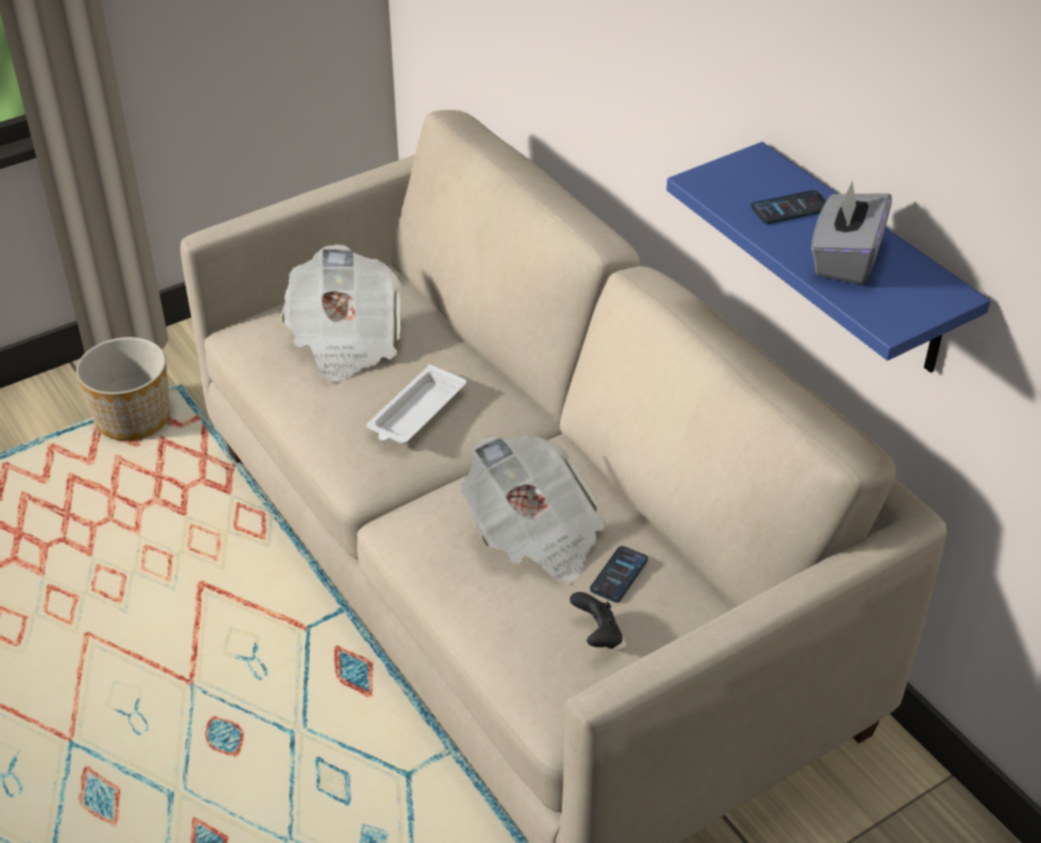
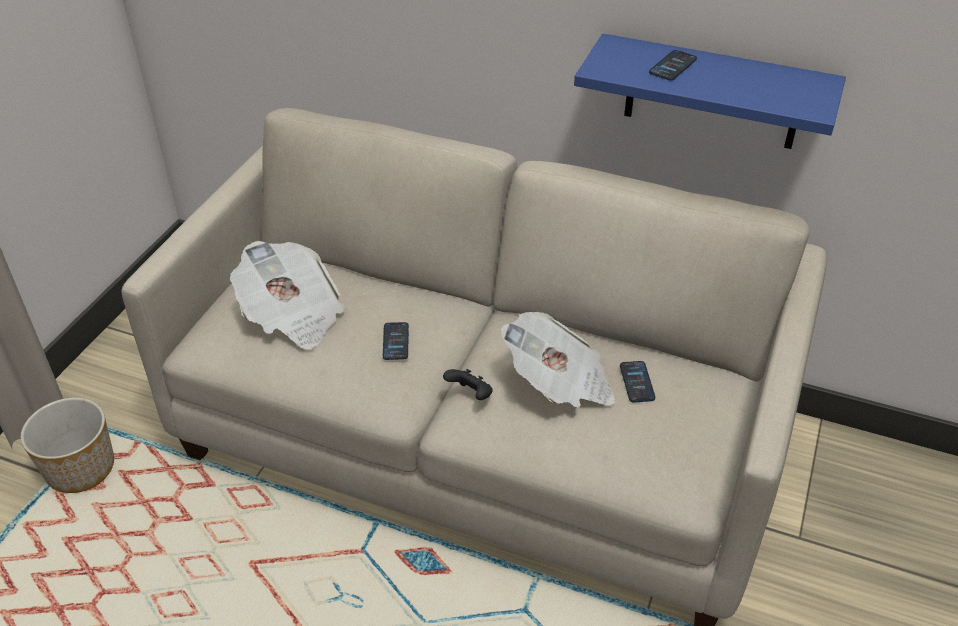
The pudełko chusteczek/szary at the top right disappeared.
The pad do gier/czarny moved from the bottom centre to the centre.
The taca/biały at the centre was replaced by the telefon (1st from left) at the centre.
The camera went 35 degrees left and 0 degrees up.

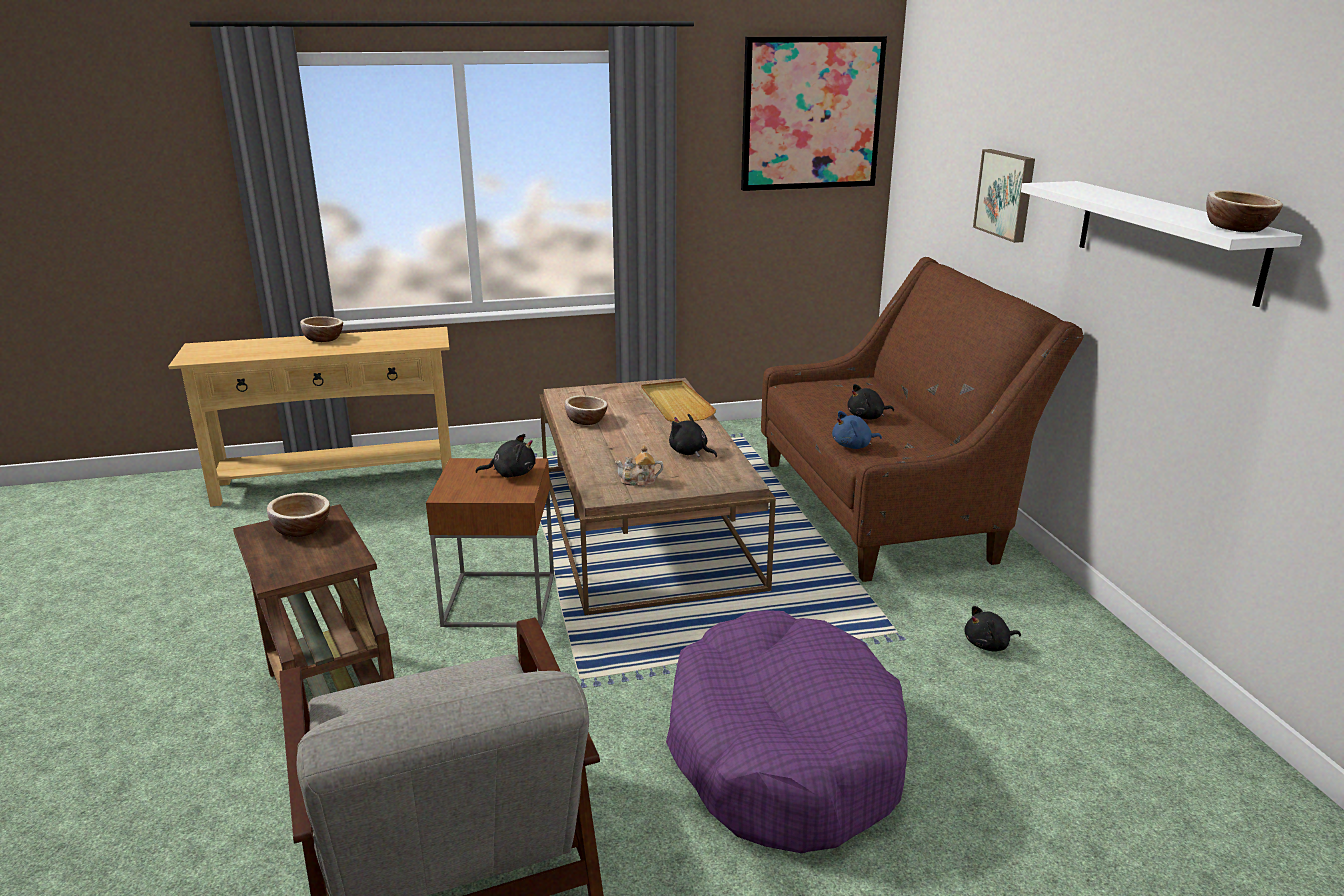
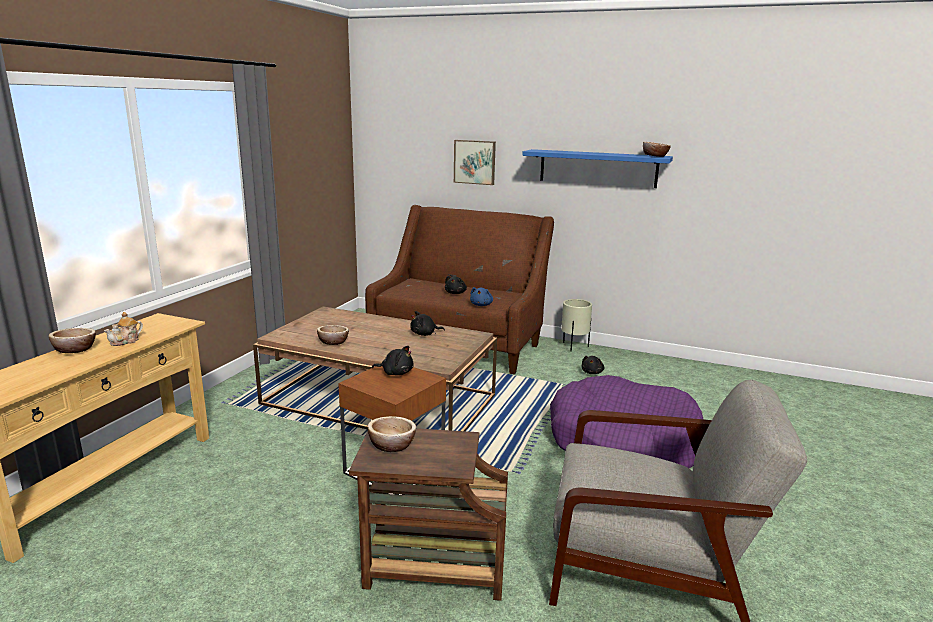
The taca/beżowy at the centre disappeared.
The obraz (1st from left) at the top centre disappeared.
The donica/beżowy at the centre appeared.
The imbryk moved from the centre to the middle left.
The półka/biały at the top right became the półka/niebieski at the top centre.
The pluszak/czarny (1st from left) at the centre turned 75 degrees clockwise.
The camera went 55 degrees left and 5 degrees down.

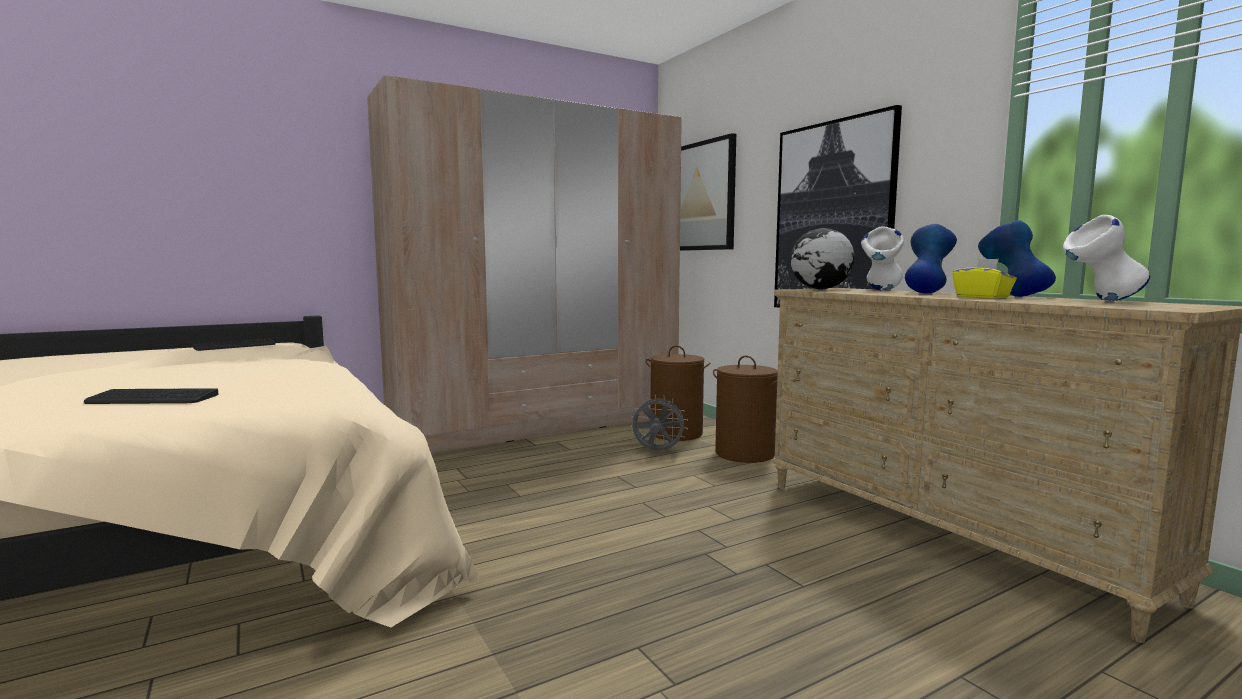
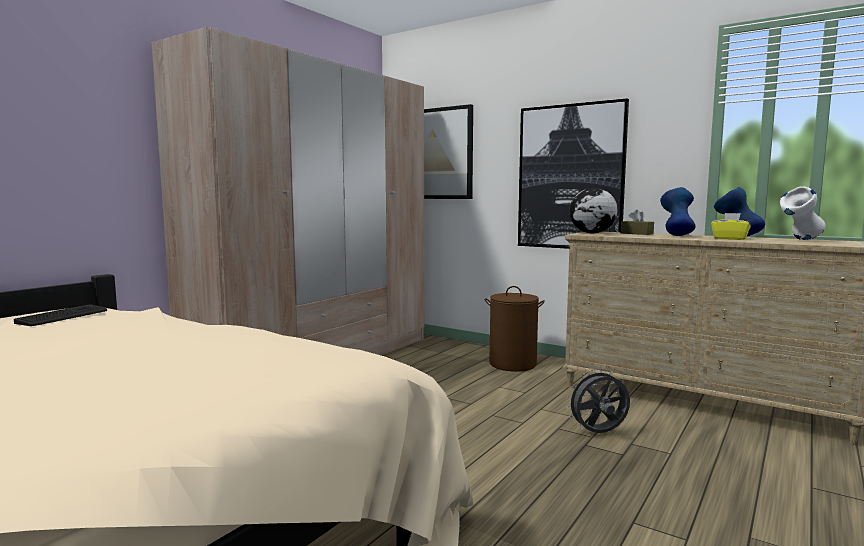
The klawiatura (1st from left) at the middle left disappeared.
The kosz na pranie/brązowy (1st from left) at the centre disappeared.
The wentylator/szary moved from the centre to the bottom right.
The wazon/biały (1st from left) at the middle right was replaced by the pudełko chusteczek/brązowy at the middle right.
The camera went 25 degrees left and 0 degrees up.

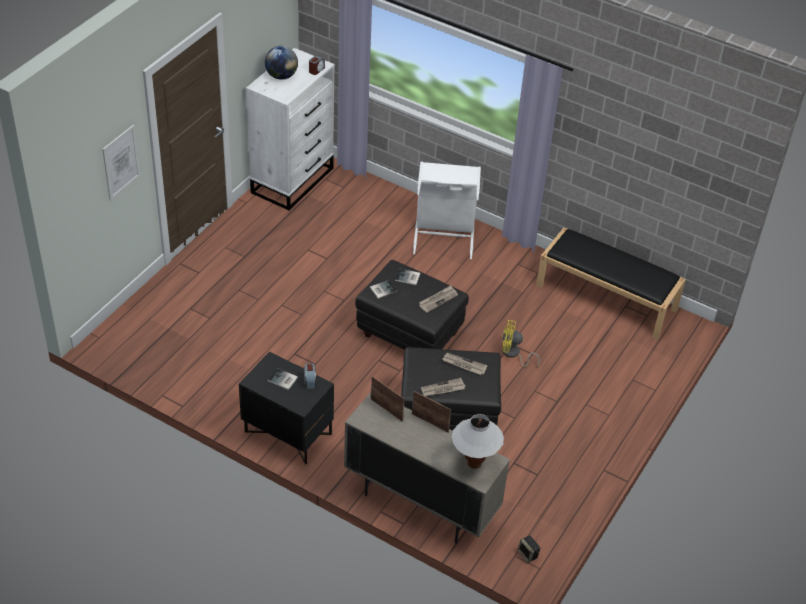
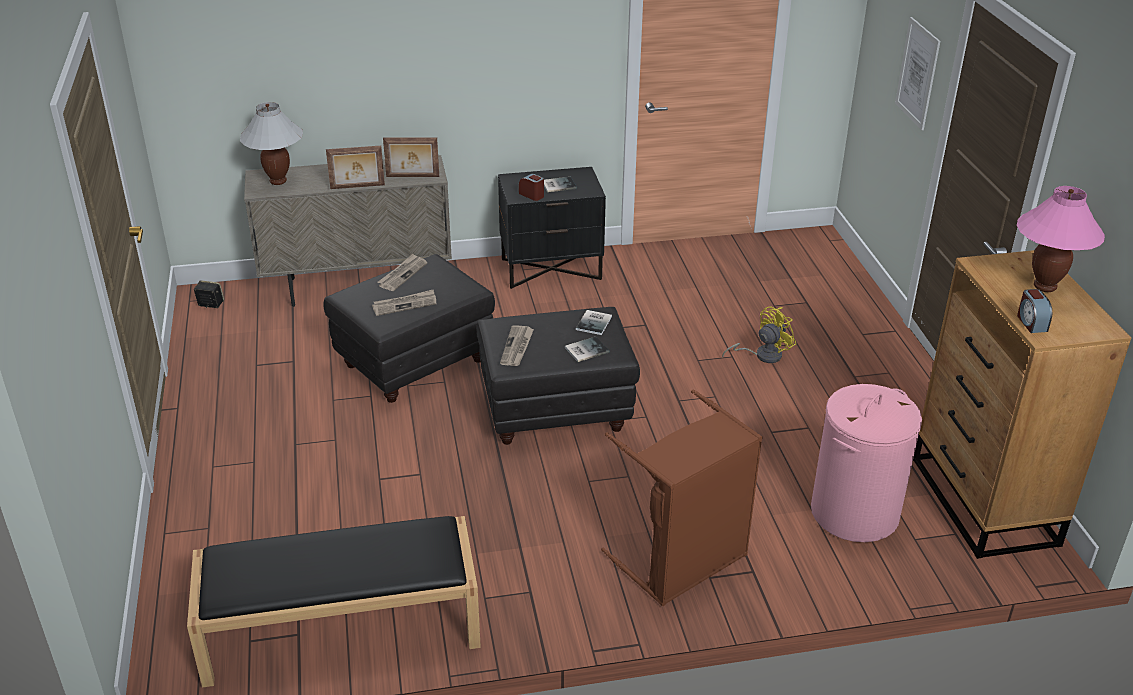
The kosz na pranie/różowy at the middle right appeared.
The wentylator/żółty moved from the centre to the middle right.
The globus at the top centre was replaced by the lampa stołowa/różowy at the middle right.
The komoda/biały at the top centre became the komoda/brązowy at the middle right.
The kosz na pranie/biały at the centre became the kosz na pranie/brązowy at the bottom centre.
The camera went 140 degrees right and 10 degrees down.

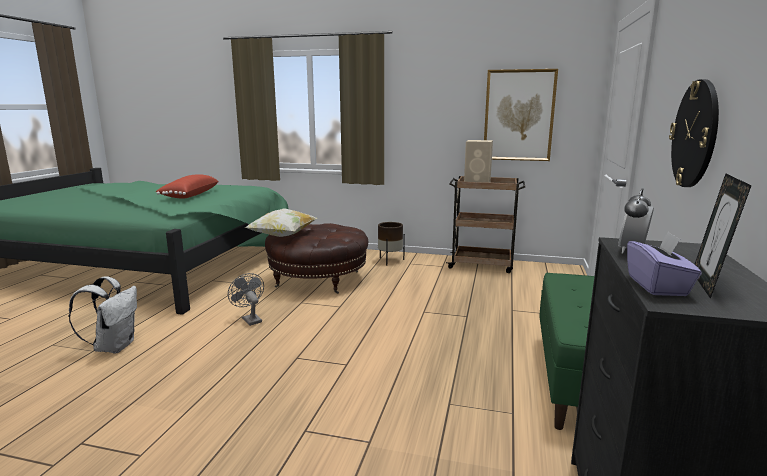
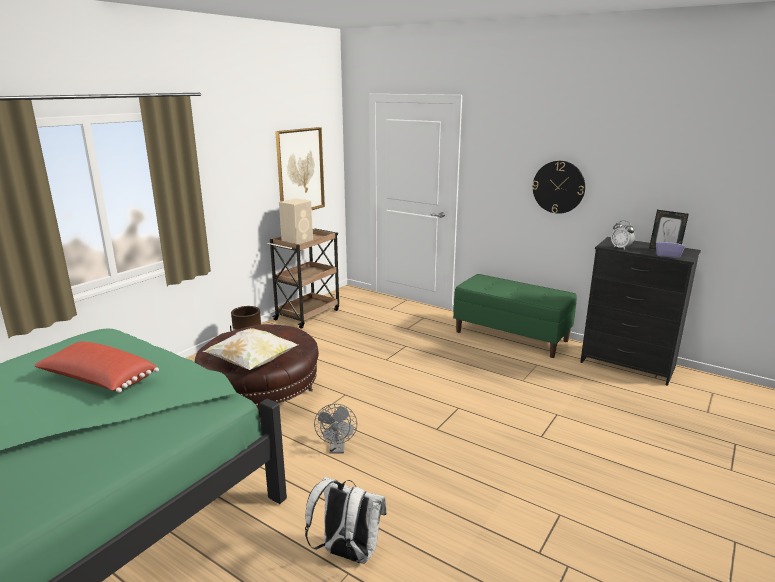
The wentylator/szary at the middle left turned 75 degrees counterclockwise.
The camera went 70 degrees left and 5 degrees up.

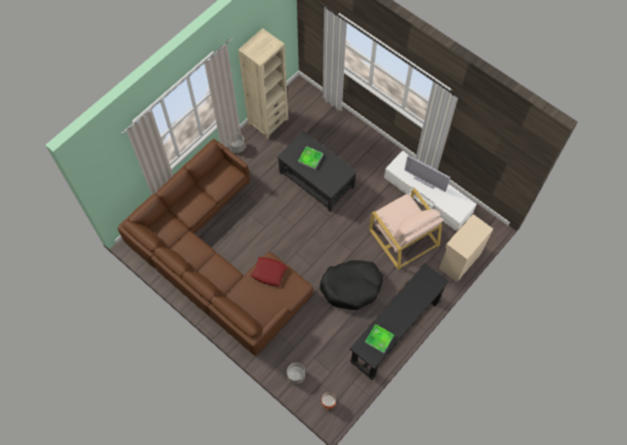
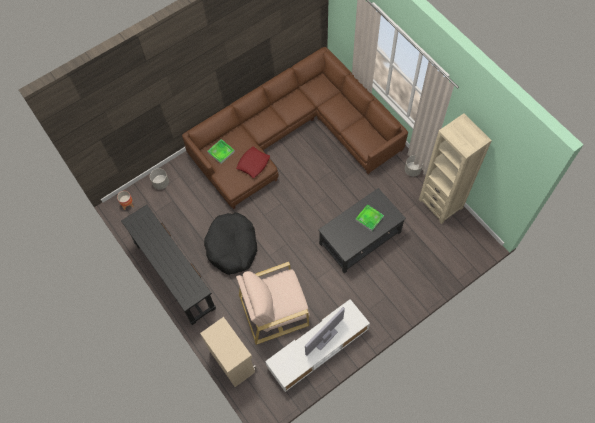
The taca (2nd from left in the first image) moved from the bottom centre to the centre.
The camera went 105 degrees right and 0 degrees up.

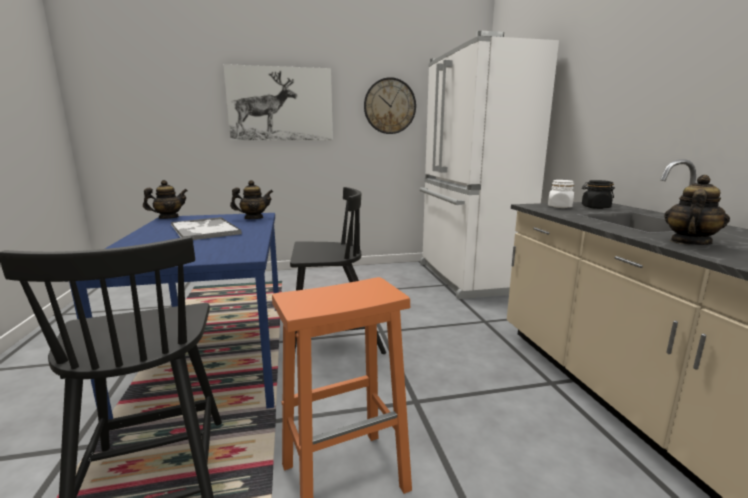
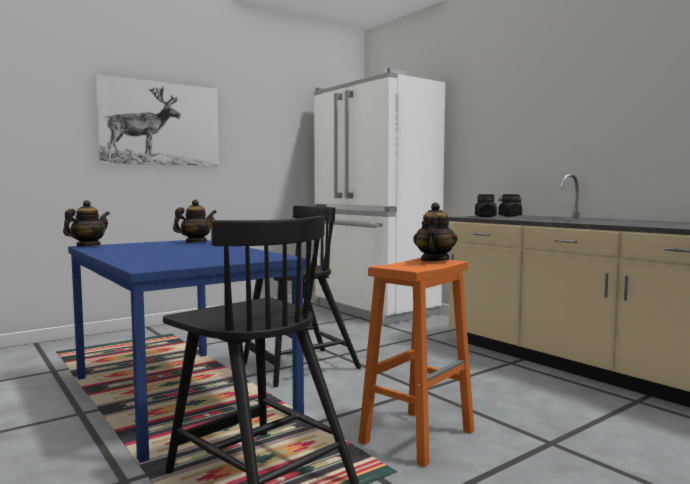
The taca at the middle left disappeared.
The zegar ścienny at the top centre disappeared.
The imbryk (3rd from left) moved from the middle right to the centre.
The słoik/biały at the middle right became the słoik/czarny (1st from left) at the middle right.
The camera went 25 degrees left and 10 degrees down.

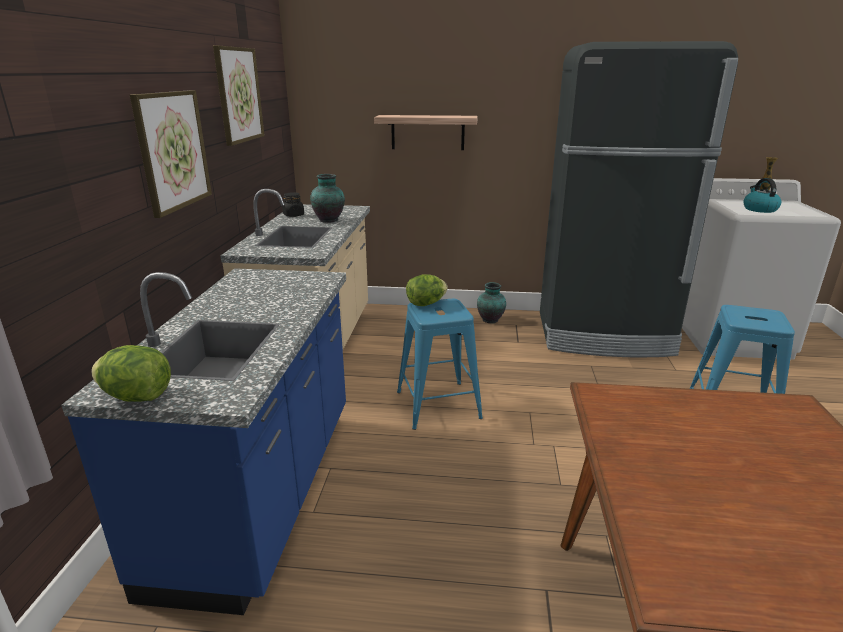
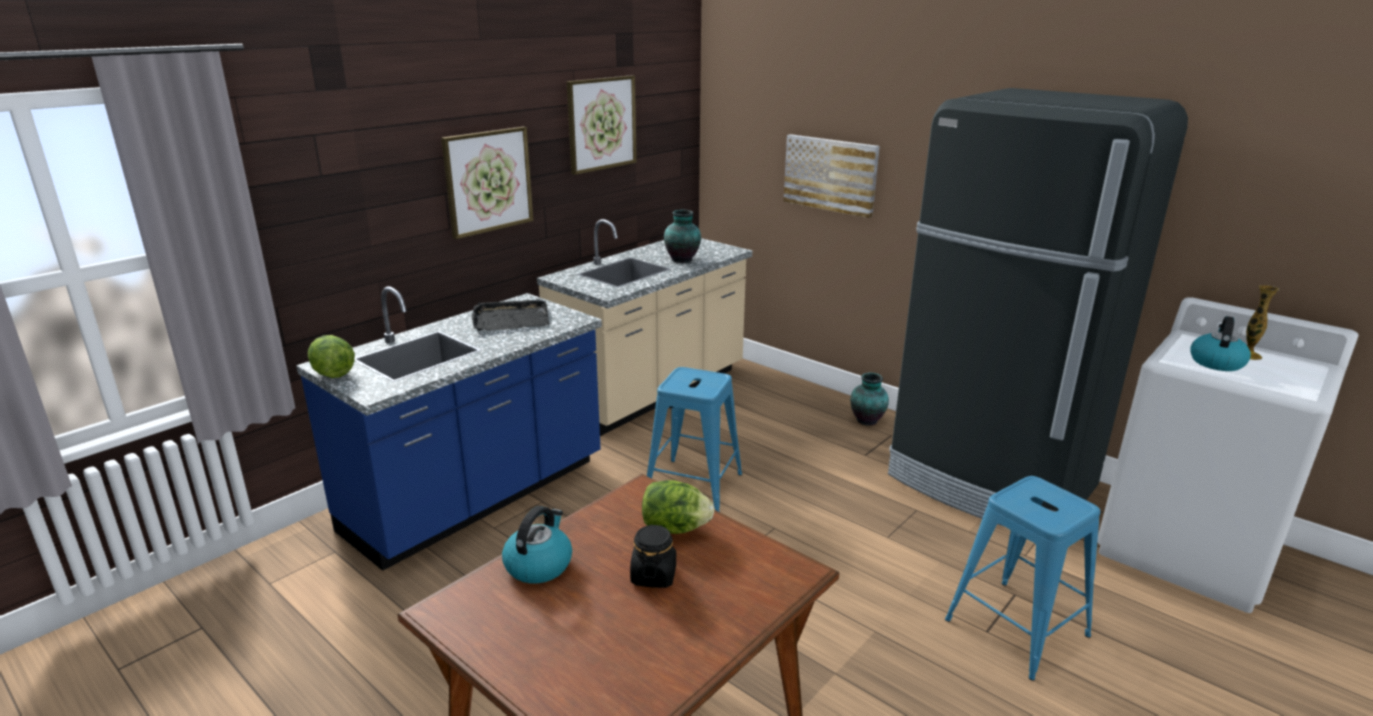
The taca/czarny at the centre appeared.
The czajnik (1st from left) at the bottom centre appeared.
The słoik/czarny moved from the top centre to the bottom centre.
The sałata (2nd from left) moved from the centre to the bottom centre.
The półka at the top centre was replaced by the obraz (3rd from left) at the top centre.
The camera went 35 degrees right and 0 degrees up.

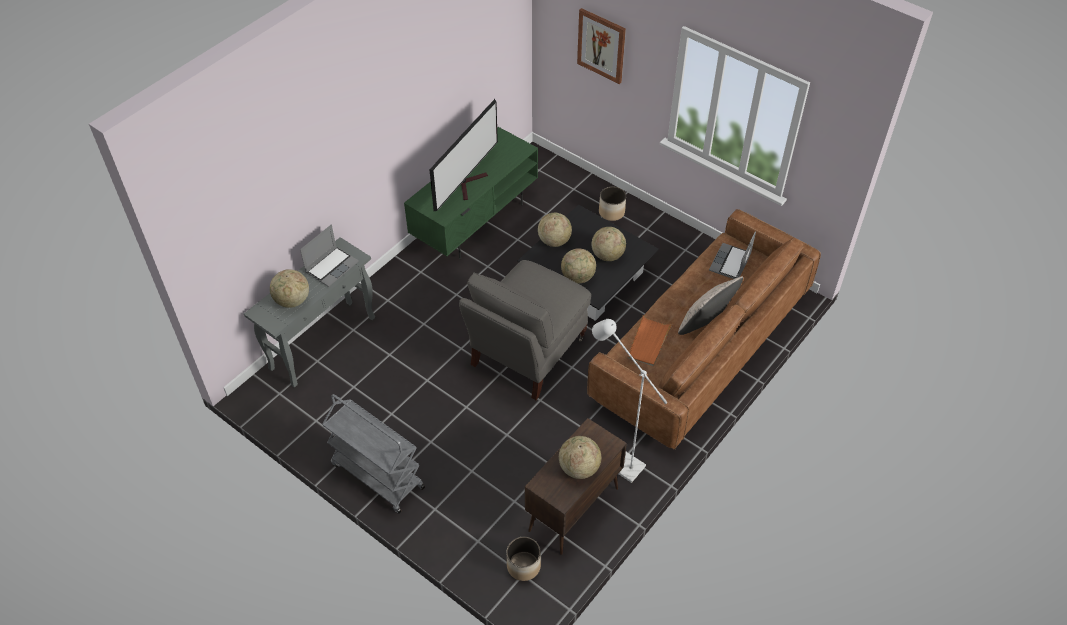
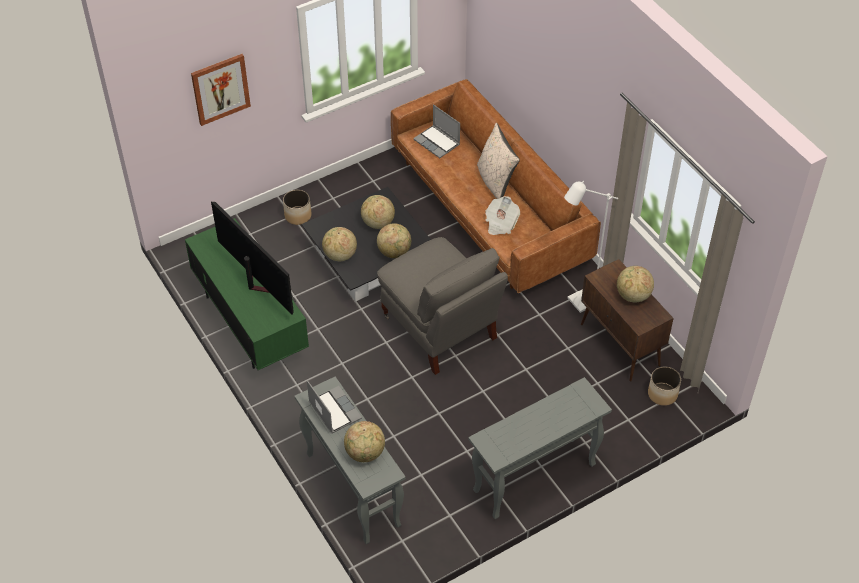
The wózek/szary at the bottom centre was replaced by the stolik konsolowy/szary (2nd from left) at the bottom centre.
The taca/pomarańczowy at the centre was replaced by the gazeta at the centre.
The camera went 70 degrees left and 0 degrees up.

